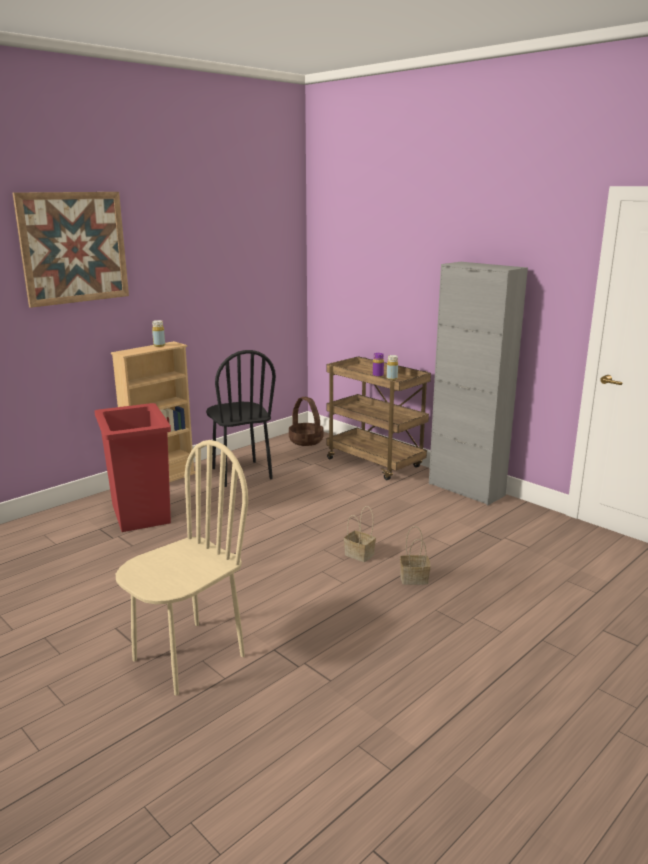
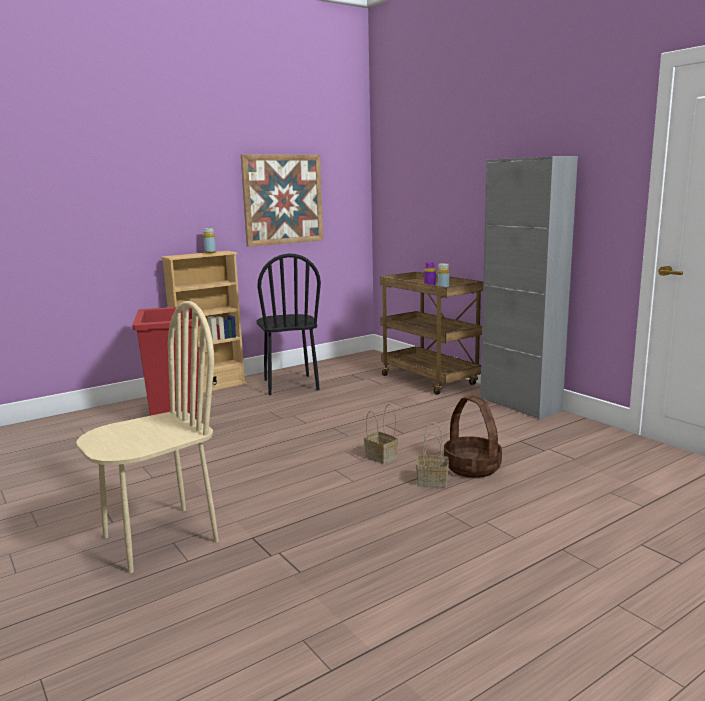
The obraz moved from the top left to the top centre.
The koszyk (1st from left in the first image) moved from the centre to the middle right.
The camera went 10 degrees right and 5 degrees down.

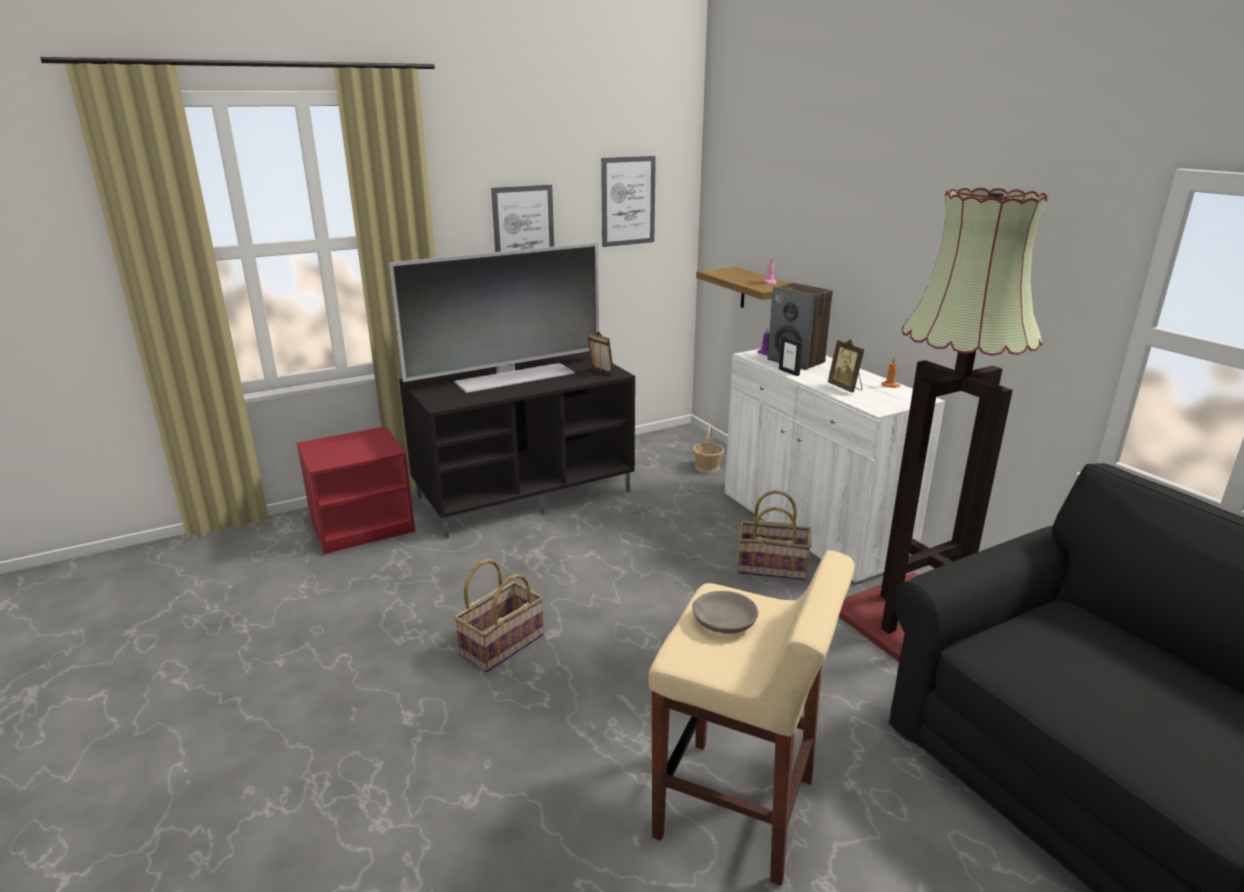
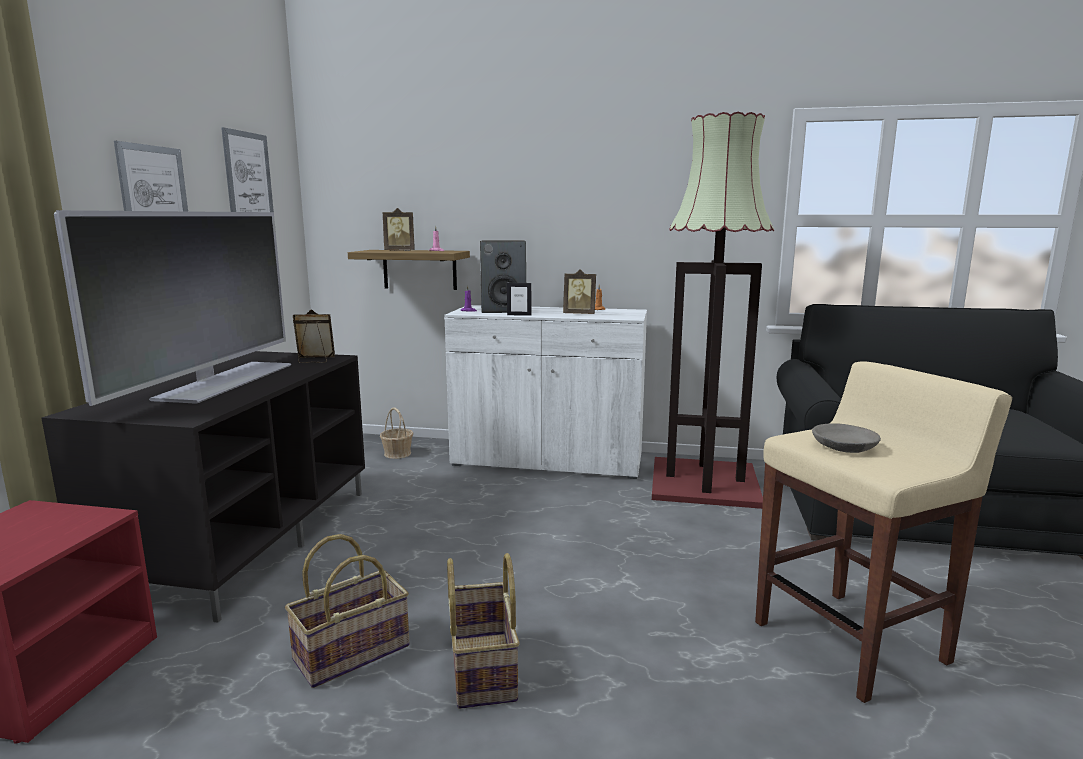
The ramka na zdjęcie (2nd from left) at the top centre appeared.
The koszyk (3rd from left in the first image) moved from the centre to the bottom left.
The camera went 50 degrees left and 10 degrees down.

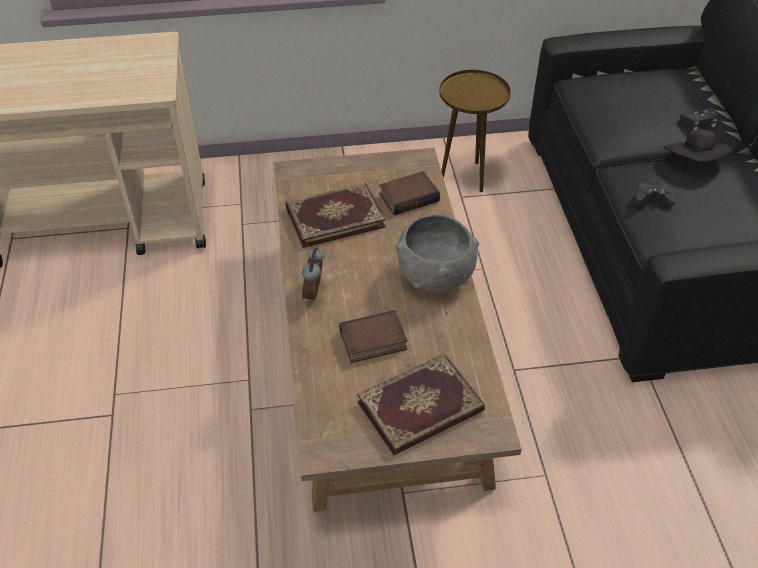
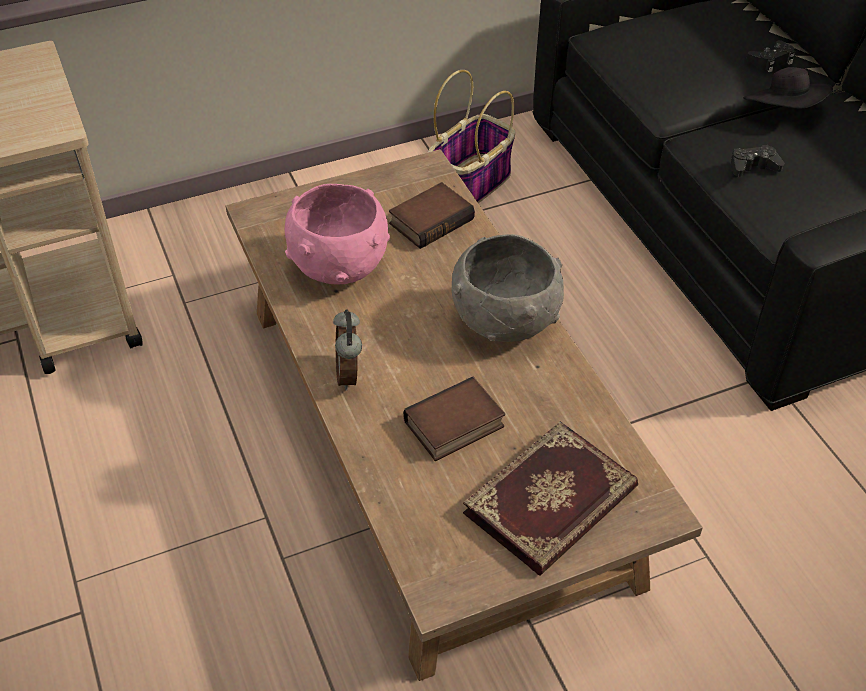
The książka (1st from left) at the centre was replaced by the miska/różowy at the centre.
The stolik/brązowy at the top centre was replaced by the koszyk at the top centre.
The camera went 15 degrees left and 0 degrees up.

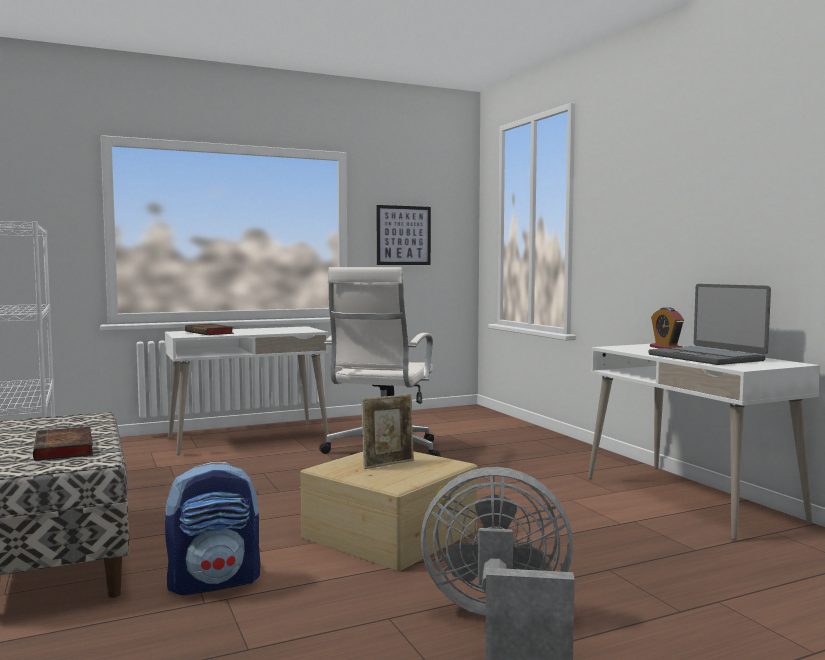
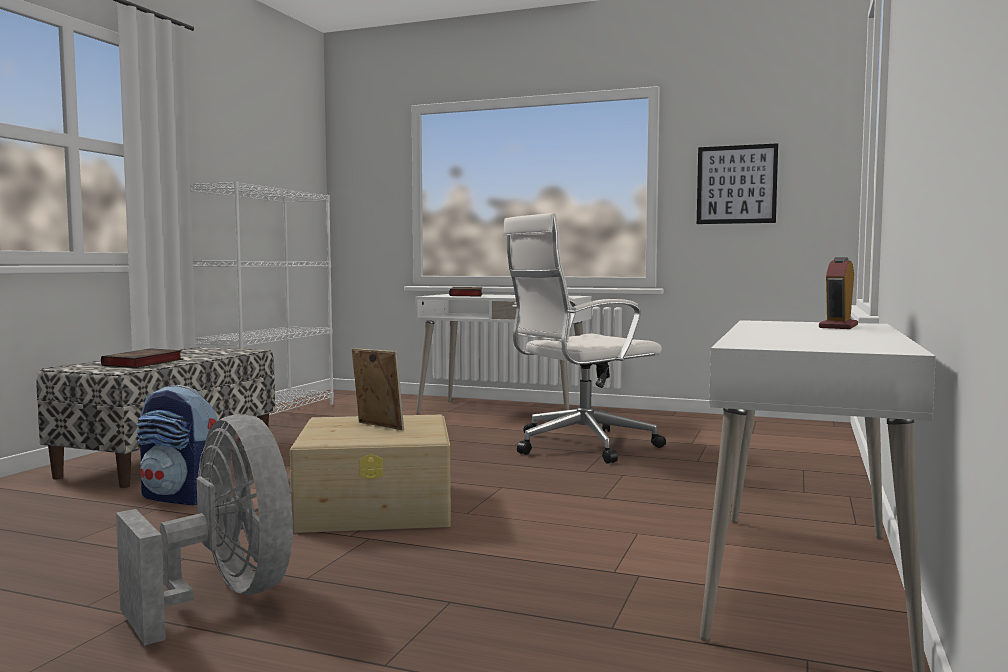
The laptop at the middle right disappeared.
The ramka na zdjęcie at the centre turned 150 degrees counterclockwise.
The camera went 45 degrees right and 0 degrees up.

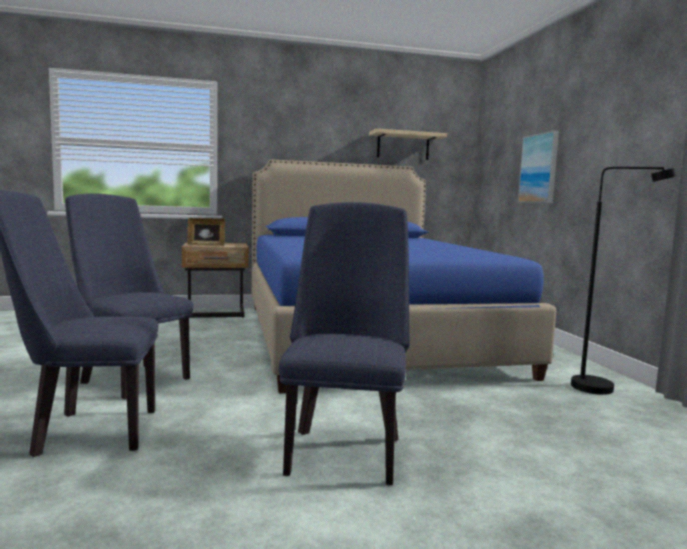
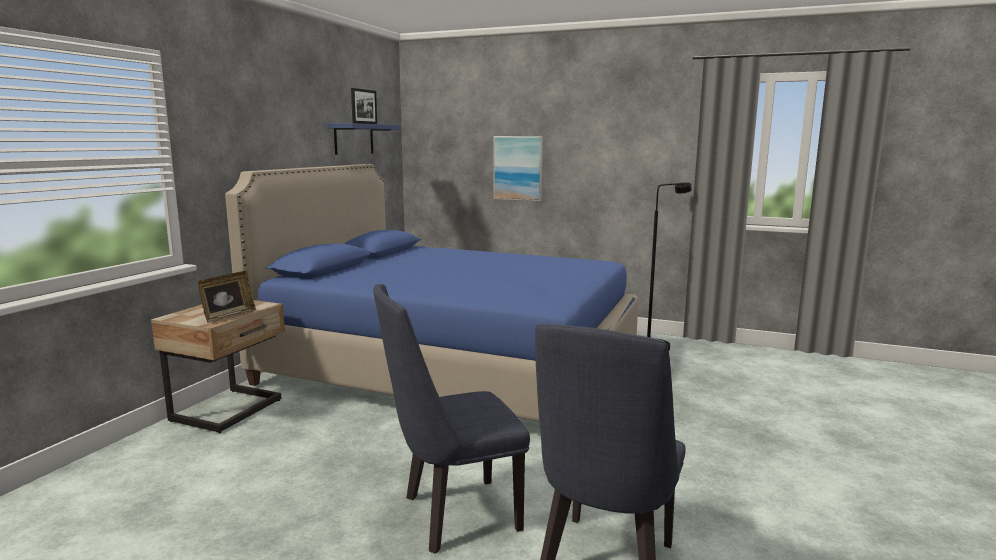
The krzesło/niebieski (3rd from left) at the centre disappeared.
The ramka na zdjęcie (2nd from left) at the top centre appeared.
The półka/beżowy at the top centre became the półka/niebieski at the top centre.
The camera went 55 degrees left and 5 degrees up.

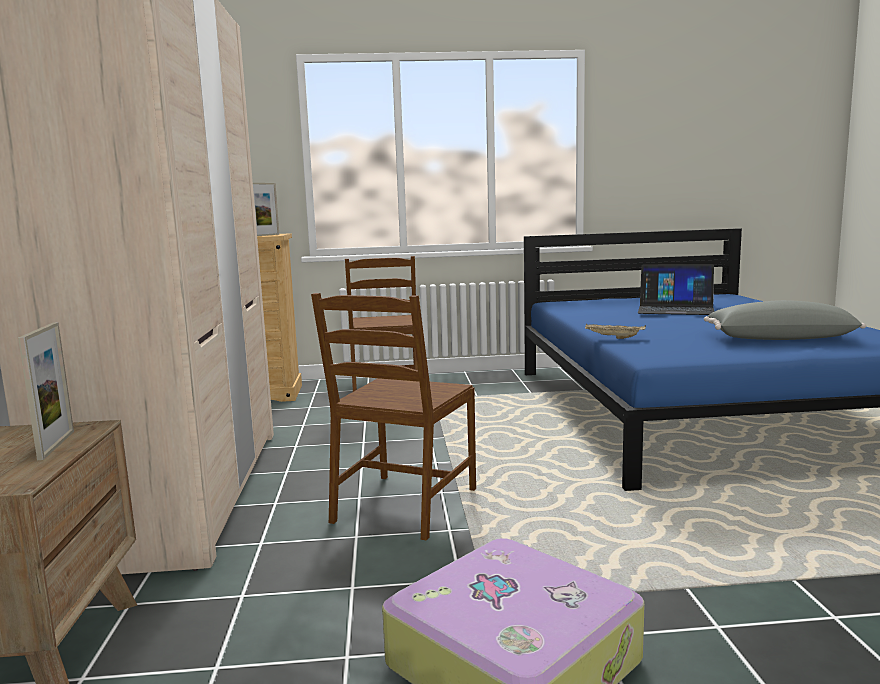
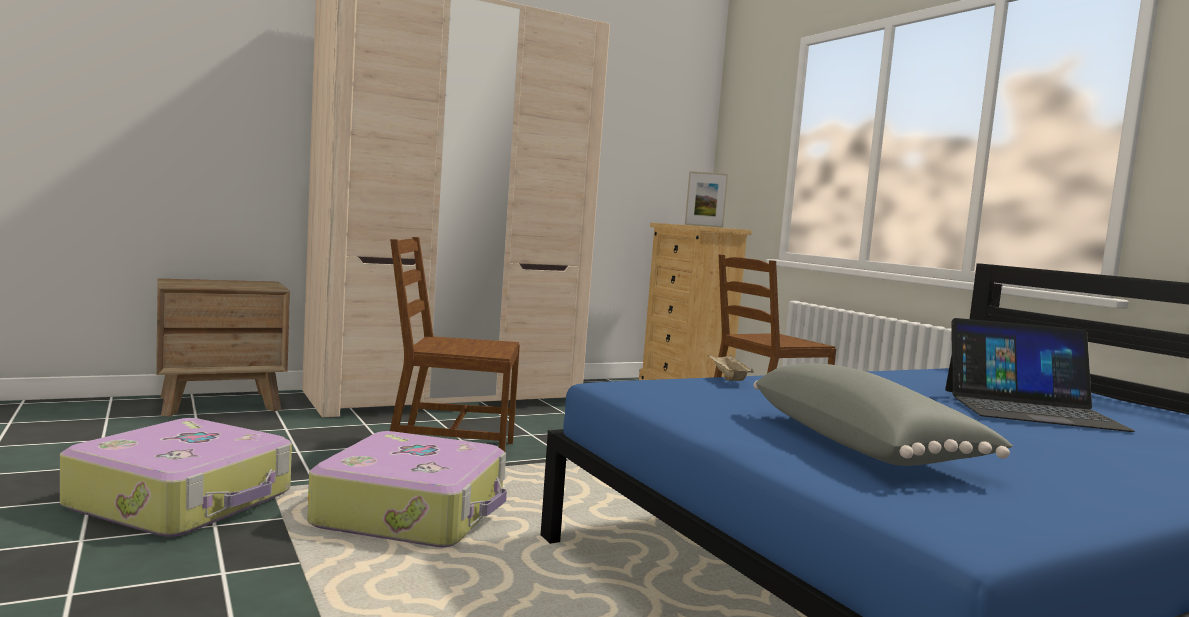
The ramka na zdjęcie (1st from left) at the middle left disappeared.
The walizka (2nd from left) at the bottom centre appeared.
The laptop at the middle right turned 75 degrees counterclockwise.
The camera went 65 degrees right and 5 degrees down.

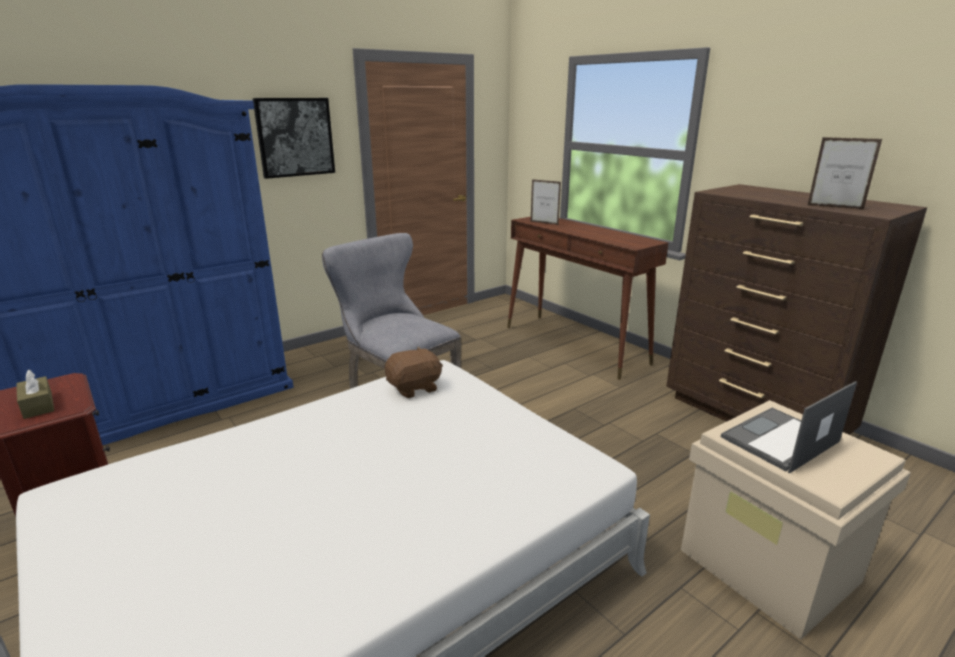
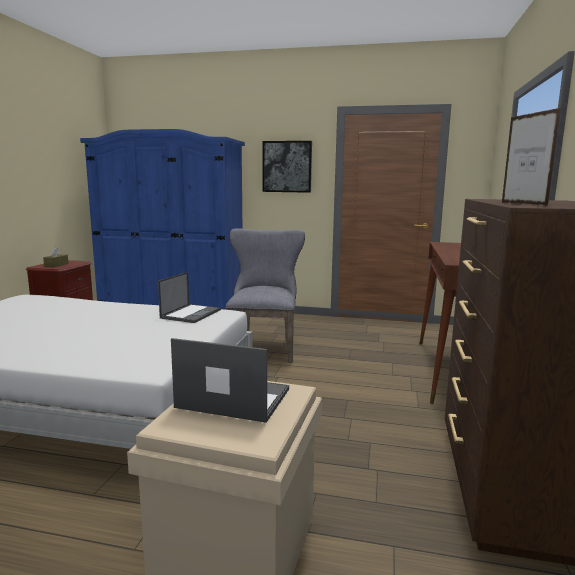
The ramka na zdjęcie (1st from left) at the top centre disappeared.
The pluszak/brązowy at the centre was replaced by the laptop (1st from left) at the middle left.
The camera went 50 degrees right and 10 degrees down.

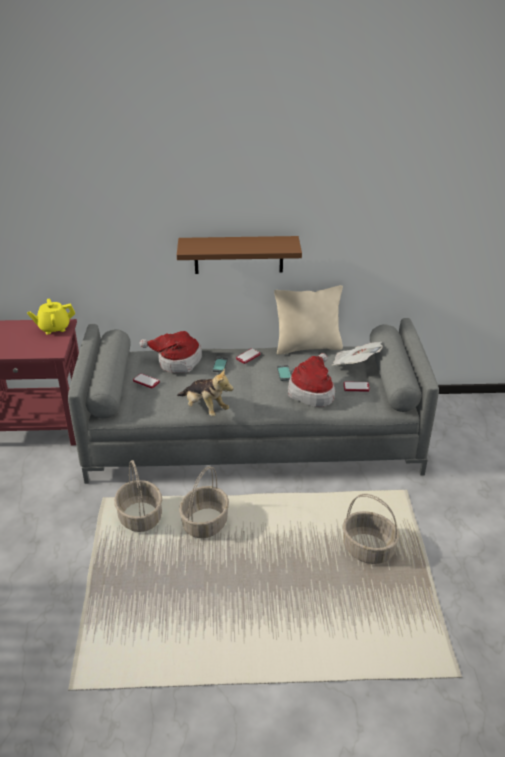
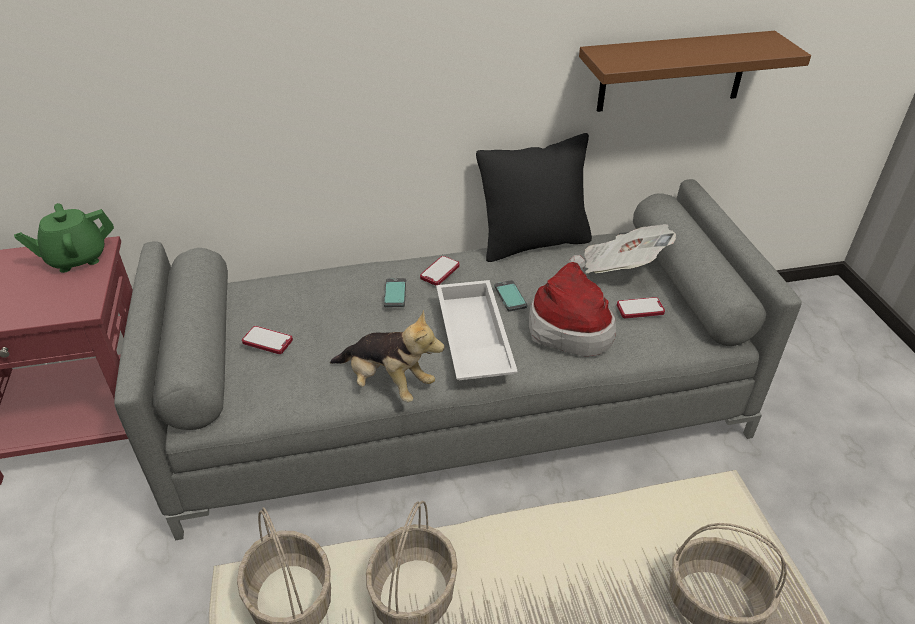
The kapelusz (1st from left) at the centre disappeared.
The taca/biały at the centre appeared.
The półka/brązowy moved from the centre to the top right.
The imbryk/żółty at the middle left became the imbryk/zielony at the middle left.
The poduszka/beżowy at the centre became the poduszka/czarny at the top centre.
The camera went 10 degrees left and 5 degrees up.

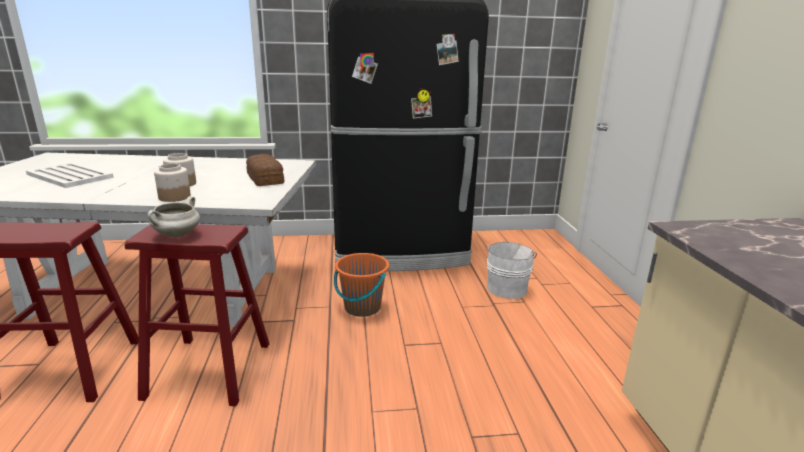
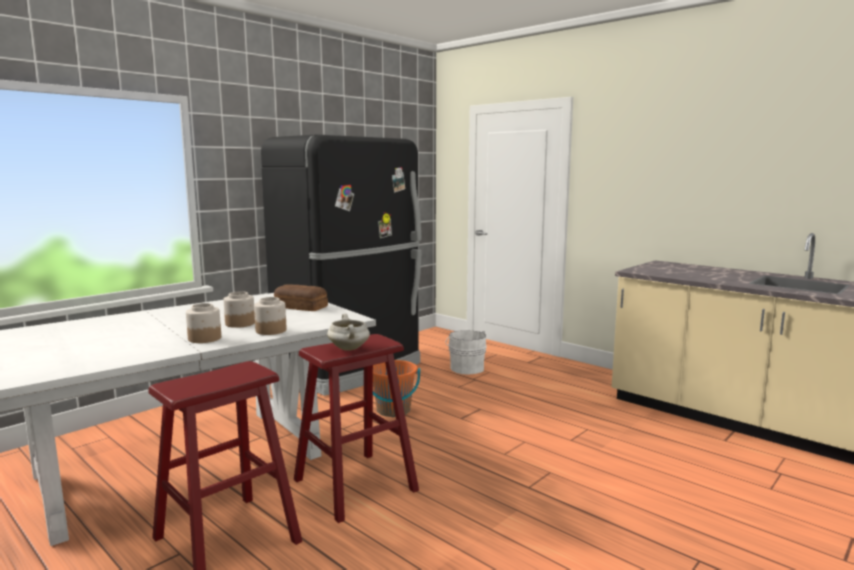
The taca/biały at the middle left disappeared.
The słoik (1st from left) at the middle left appeared.
The camera went 40 degrees left and 10 degrees down.

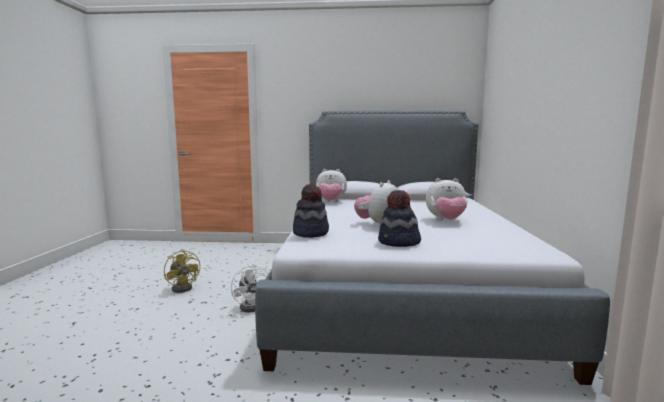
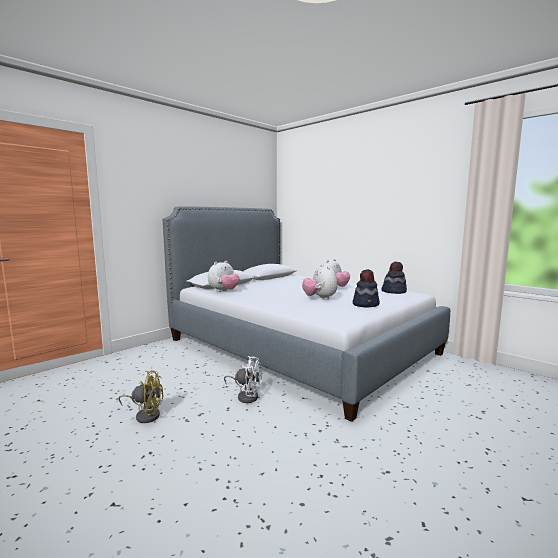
The kapelusz (1st from left in the first image) moved from the centre to the middle right.
The camera went 50 degrees left and 0 degrees up.

